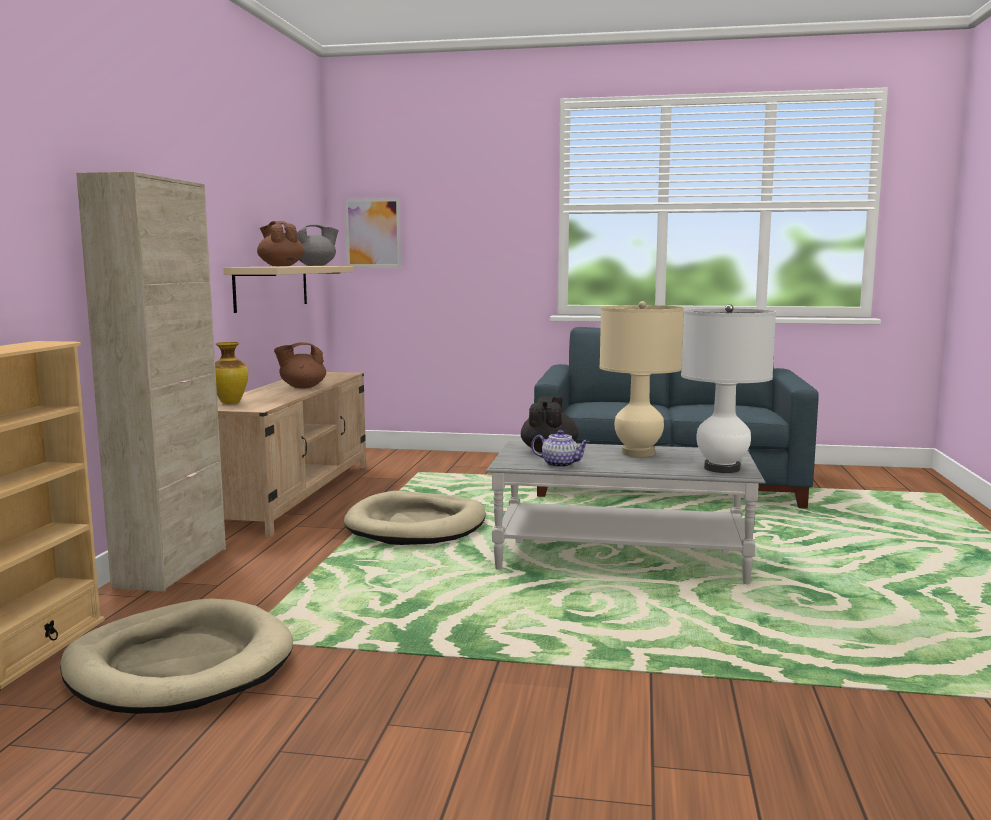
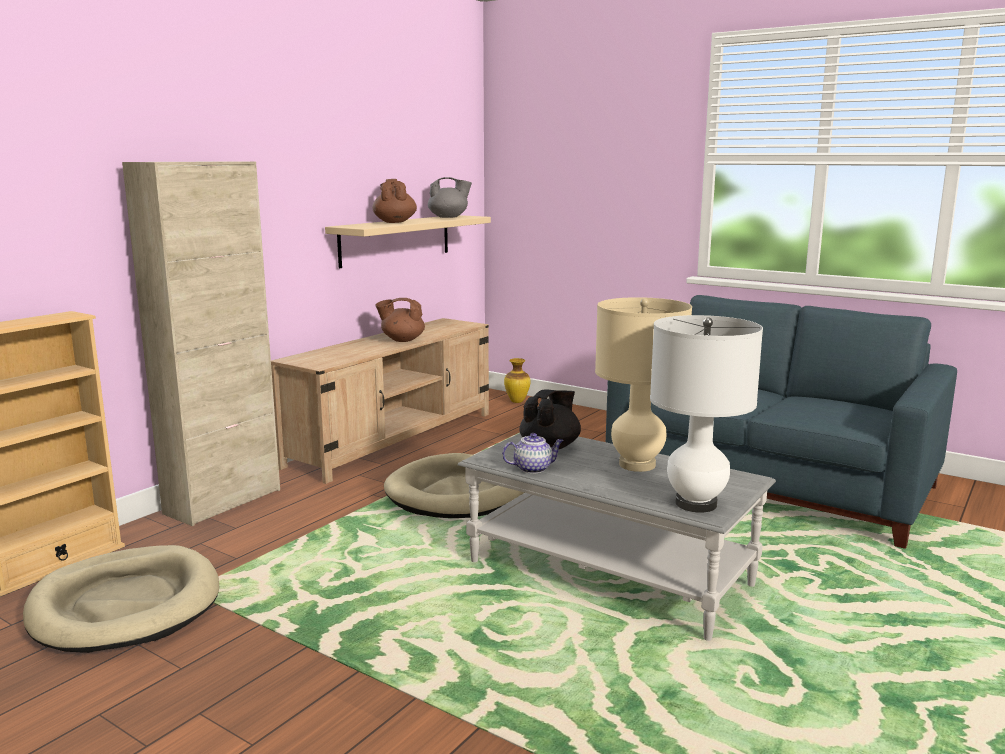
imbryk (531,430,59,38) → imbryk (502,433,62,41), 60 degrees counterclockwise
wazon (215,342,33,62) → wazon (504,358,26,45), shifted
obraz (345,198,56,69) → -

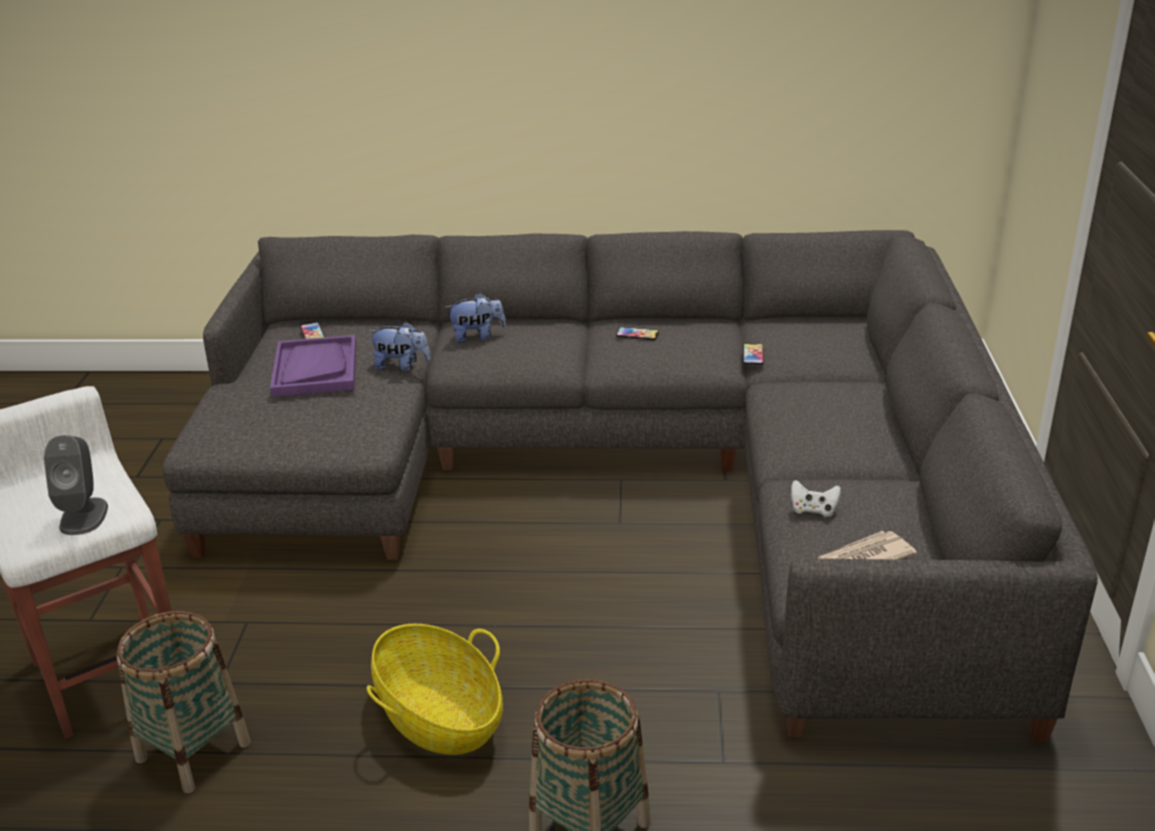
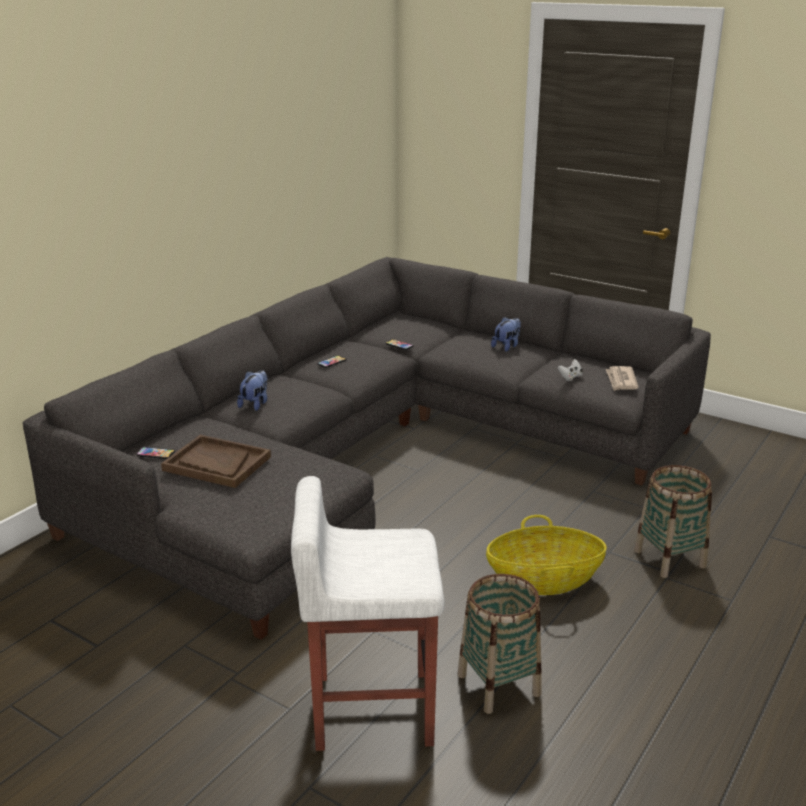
taca (fioletowy) (270,335,87,62) → taca (brązowy) (161,435,110,53)
pluszak (368,321,63,50) → pluszak (491,317,30,35), shifted
głośnik (szary) (44,435,64,100) → -

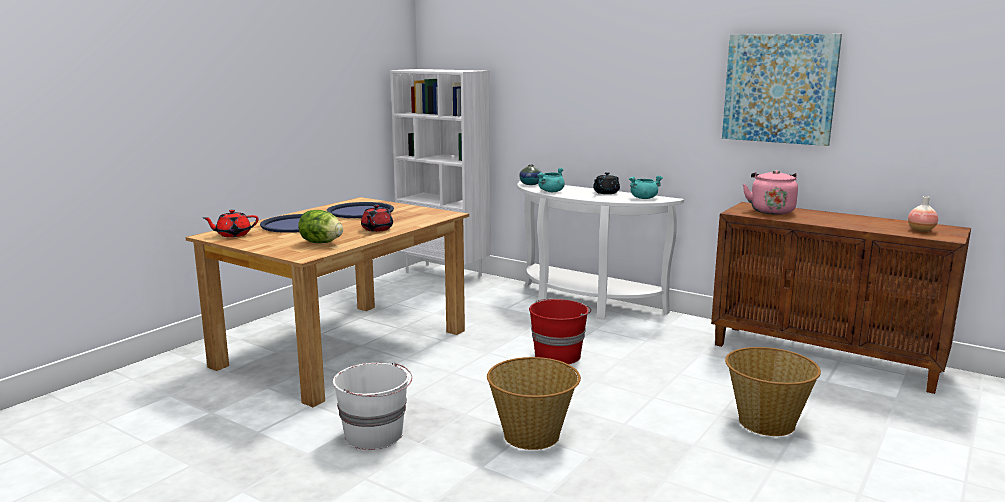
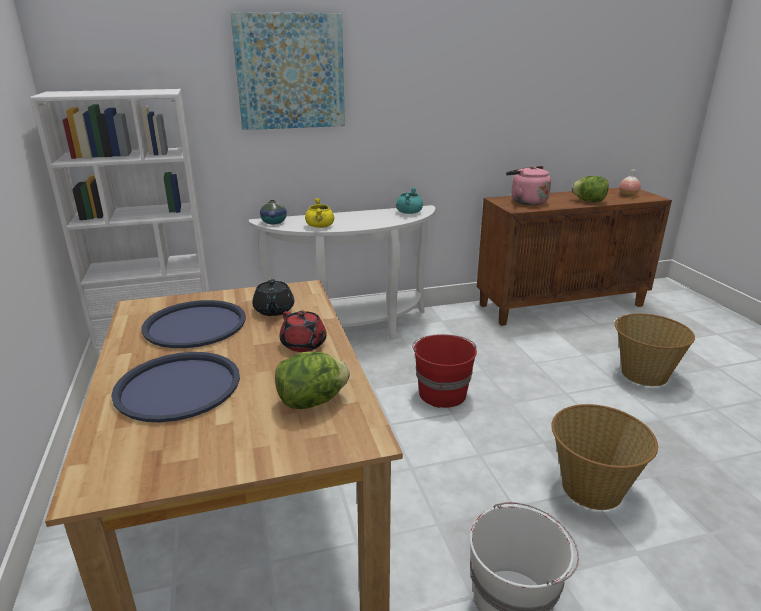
obraz (722,34,120,112) → obraz (230,12,115,118), shifted
imbryk (czarny) (593,172,27,22) → imbryk (czarny) (252,279,42,37), shifted
garnek (turkusowy) (537,168,28,24) → garnek (żółty) (305,198,29,30)
- → sałata (571,176,38,26)
imbryk (czerwony) (204,210,55,27) → -

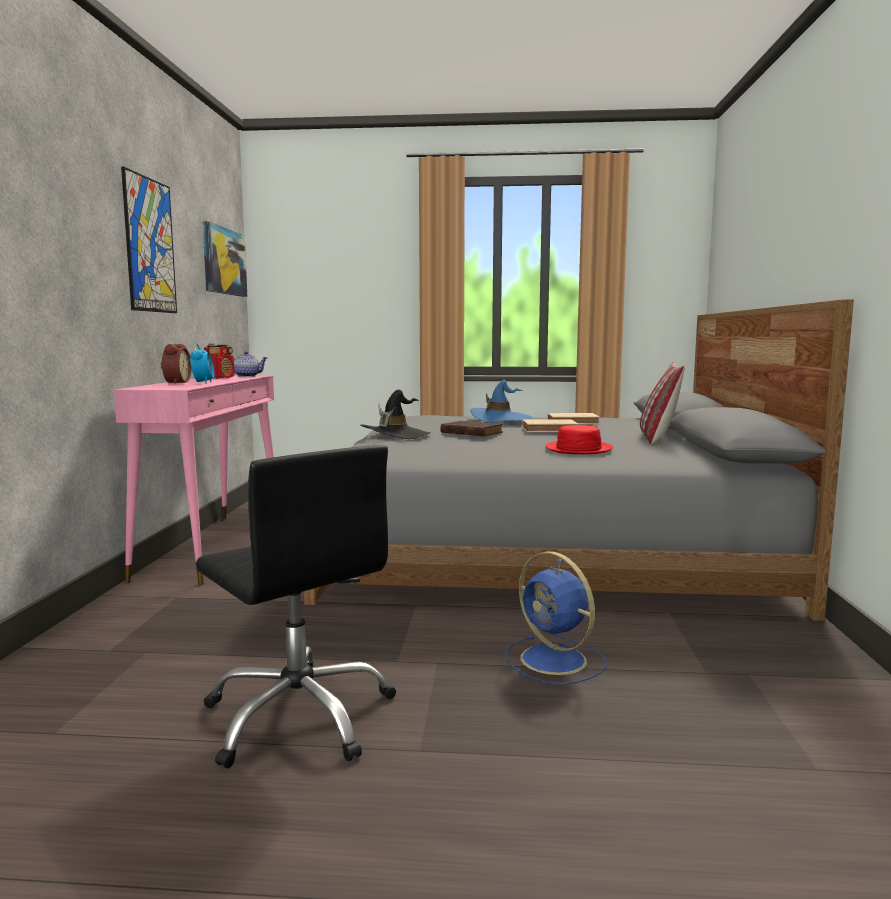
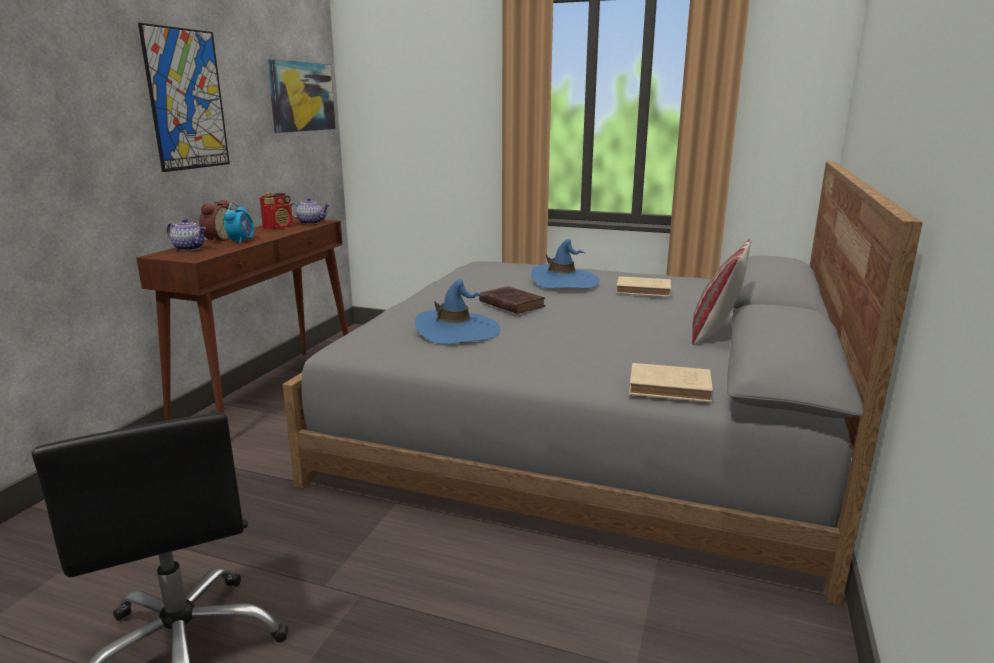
stolik konsolowy (różowy) (114,375,160,210) → stolik konsolowy (brązowy) (136,217,212,204)
- → imbryk (167,218,39,33)
- → kapelusz (niebieski) (415,279,85,65)
książka (beżowy) (522,419,56,13) → książka (beżowy) (629,363,84,39), shifted
kapelusz (czarny) (360,390,71,49) → -
wentylator (niebieski) (506,551,101,133) → -
kapelusz (czerwony) (545,425,68,29) → -

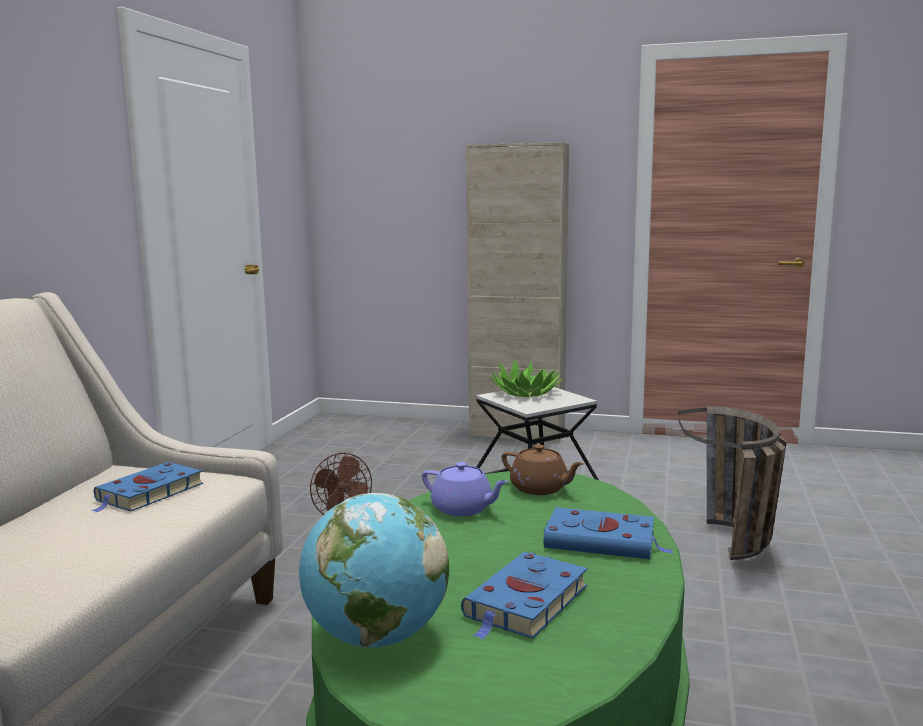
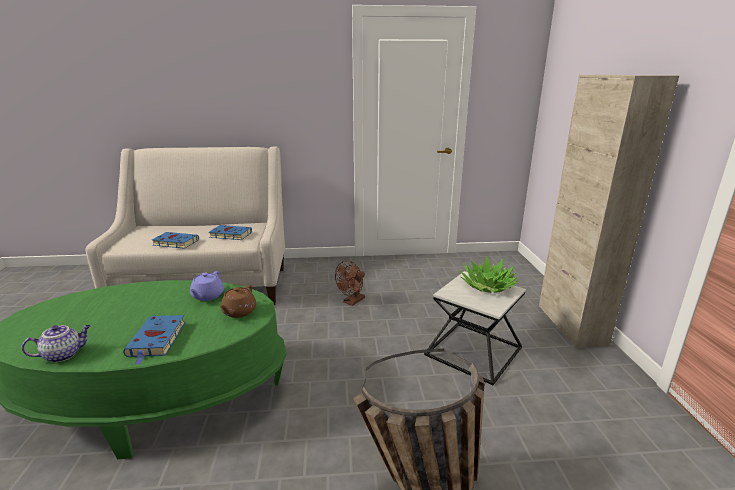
- → imbryk (21,325,70,37)
książka (niebieski) (461,552,127,88) → książka (niebieski) (152,232,47,17), shifted
globus (299,493,150,154) → -

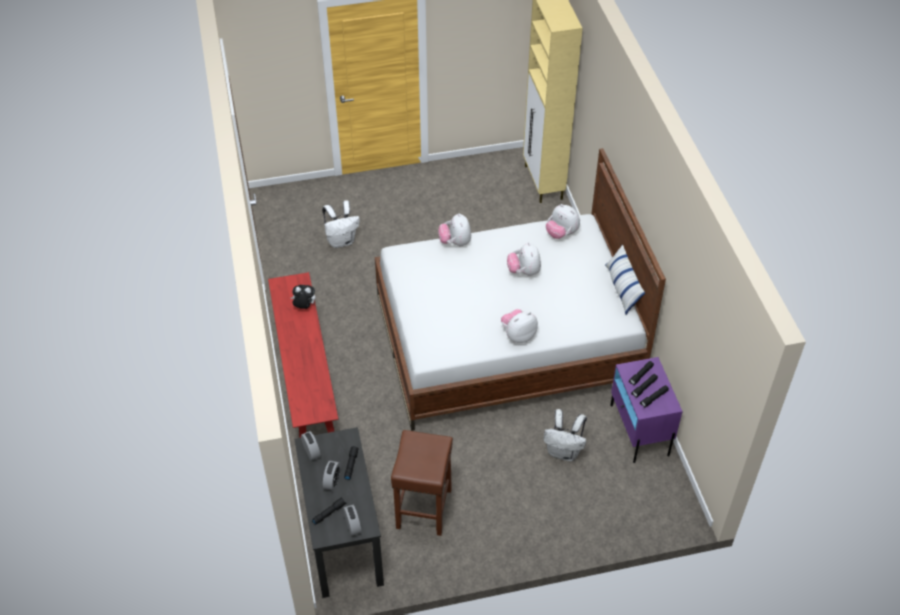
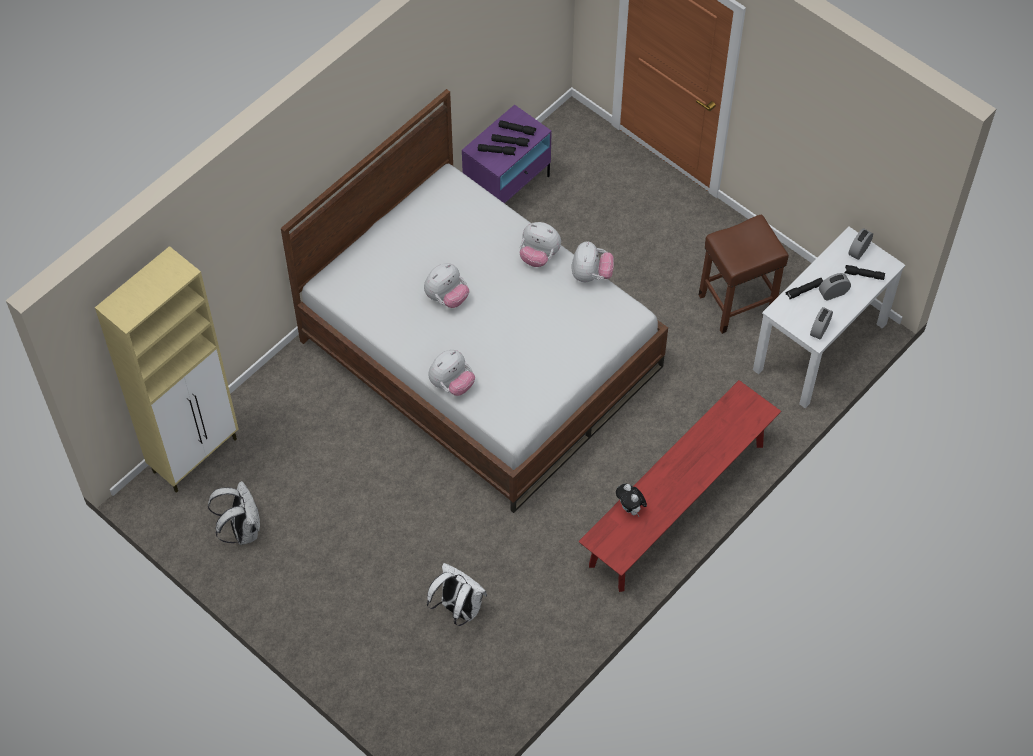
plecak (biały) (543,409,44,52) → plecak (biały) (208,481,52,64), shifted
pluszak (546,204,34,35) → pluszak (571,241,43,41), shifted
biurko (czarny) (295,427,89,171) → biurko (biały) (753,227,152,181)
poduszka (605,245,40,70) → -

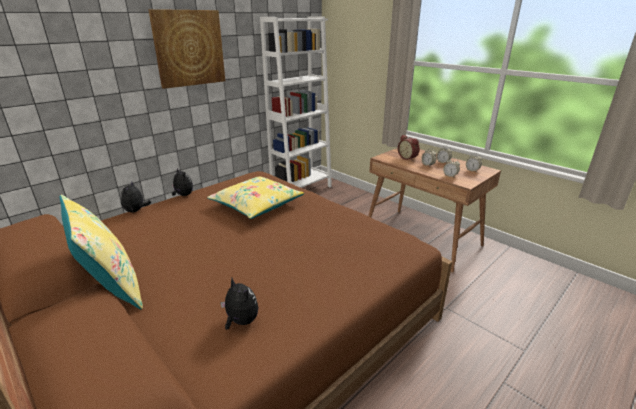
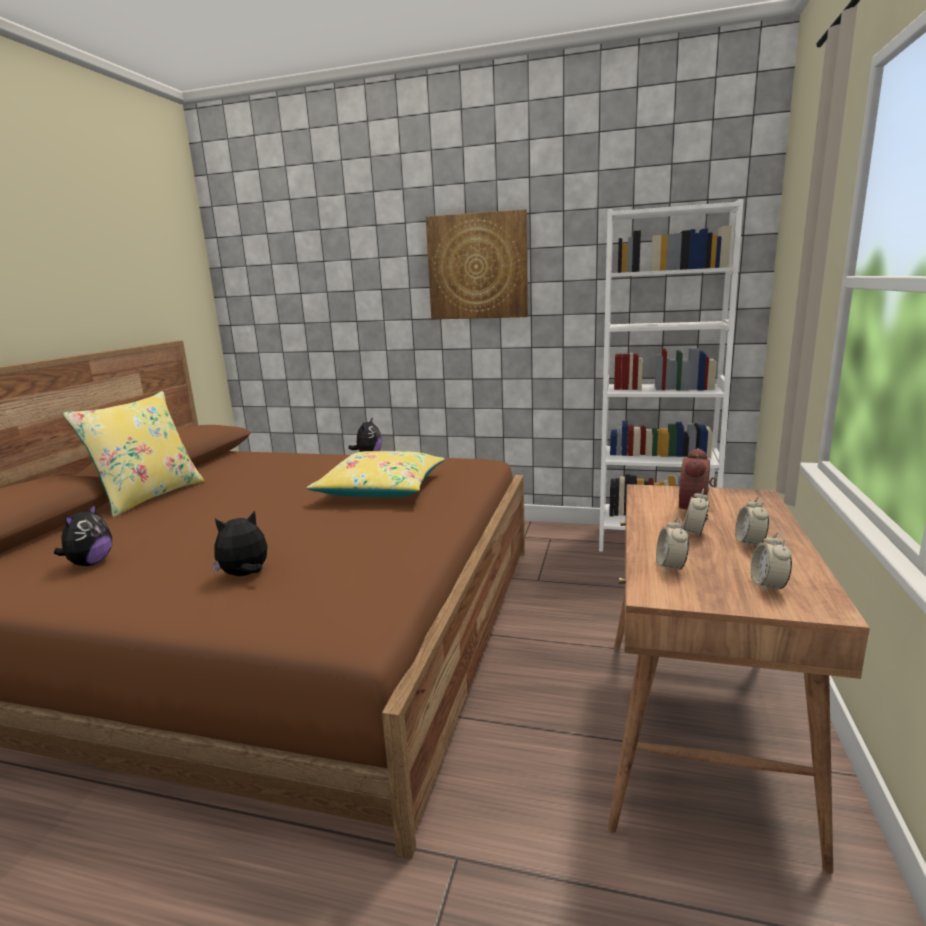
pluszak (120,182,31,31) → pluszak (212,511,55,65), shifted

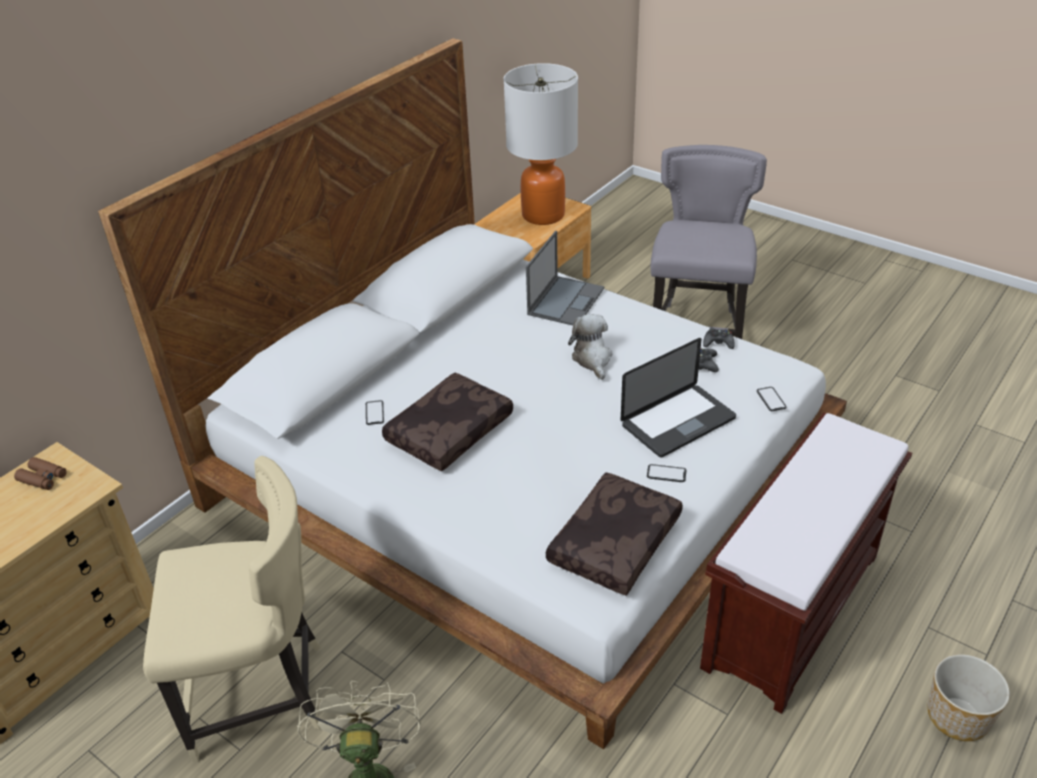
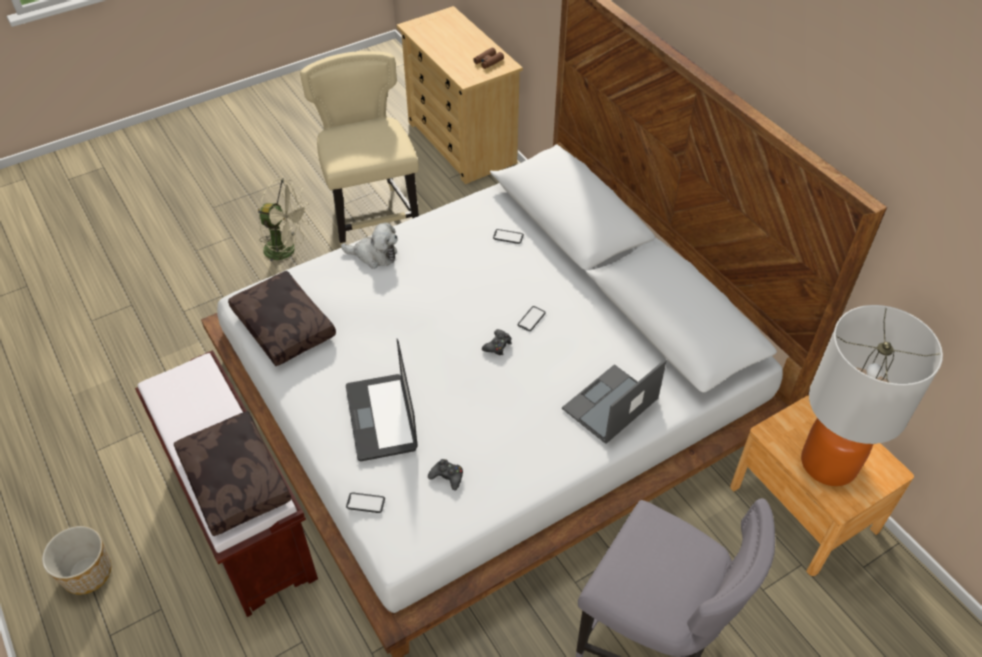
poduszka (brązowy) (382,373,131,98) → poduszka (brązowy) (174,411,117,125), shifted
krzesło (beżowy) (143,456,177,306) → krzesło (beżowy) (300,51,119,197), 150 degrees clockwise
pluszak (568,314,44,66) → pluszak (341,222,57,47), shifted
pad do gier (czarny) (703,327,32,22) → pad do gier (czarny) (482,329,30,26), shifted
telefon (647,464,39,18) → telefon (518,306,28,25), shifted
laptop (526,231,78,94) → laptop (562,359,105,85), 90 degrees clockwise

